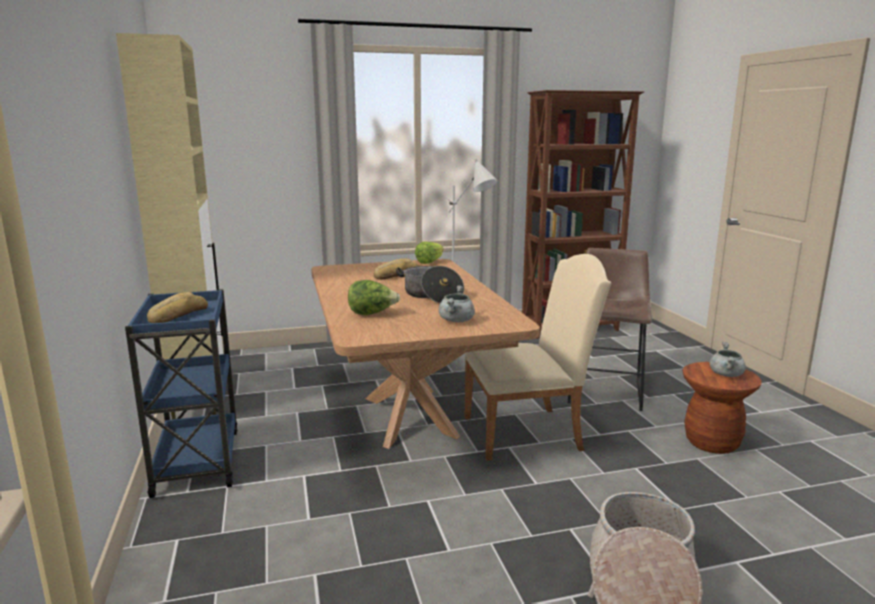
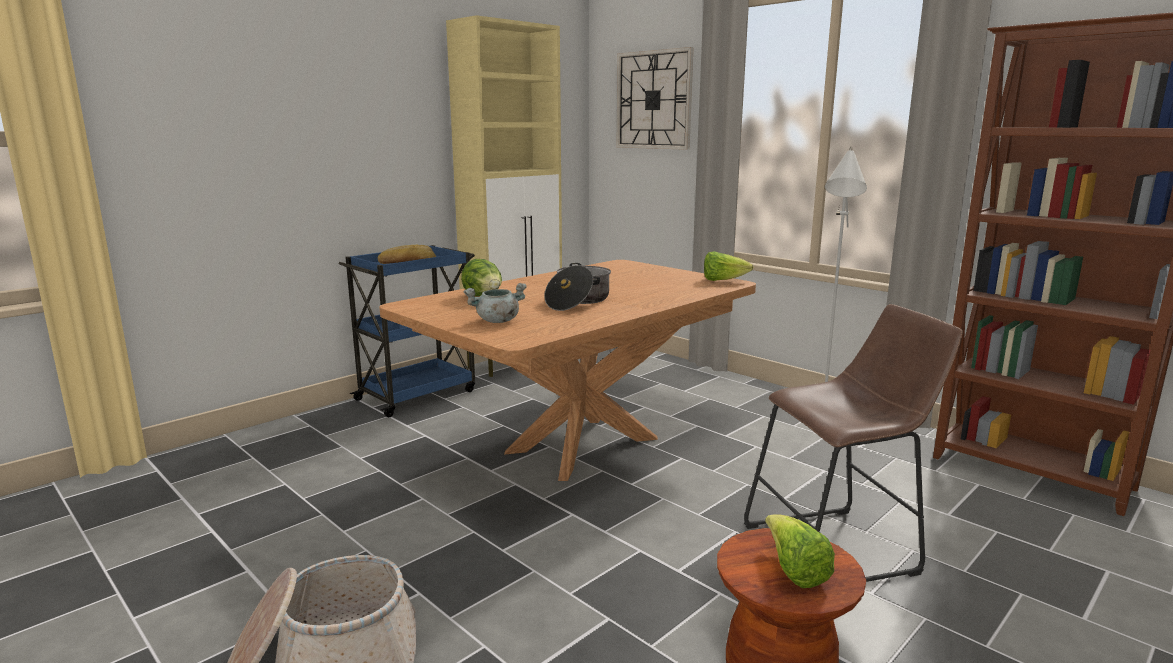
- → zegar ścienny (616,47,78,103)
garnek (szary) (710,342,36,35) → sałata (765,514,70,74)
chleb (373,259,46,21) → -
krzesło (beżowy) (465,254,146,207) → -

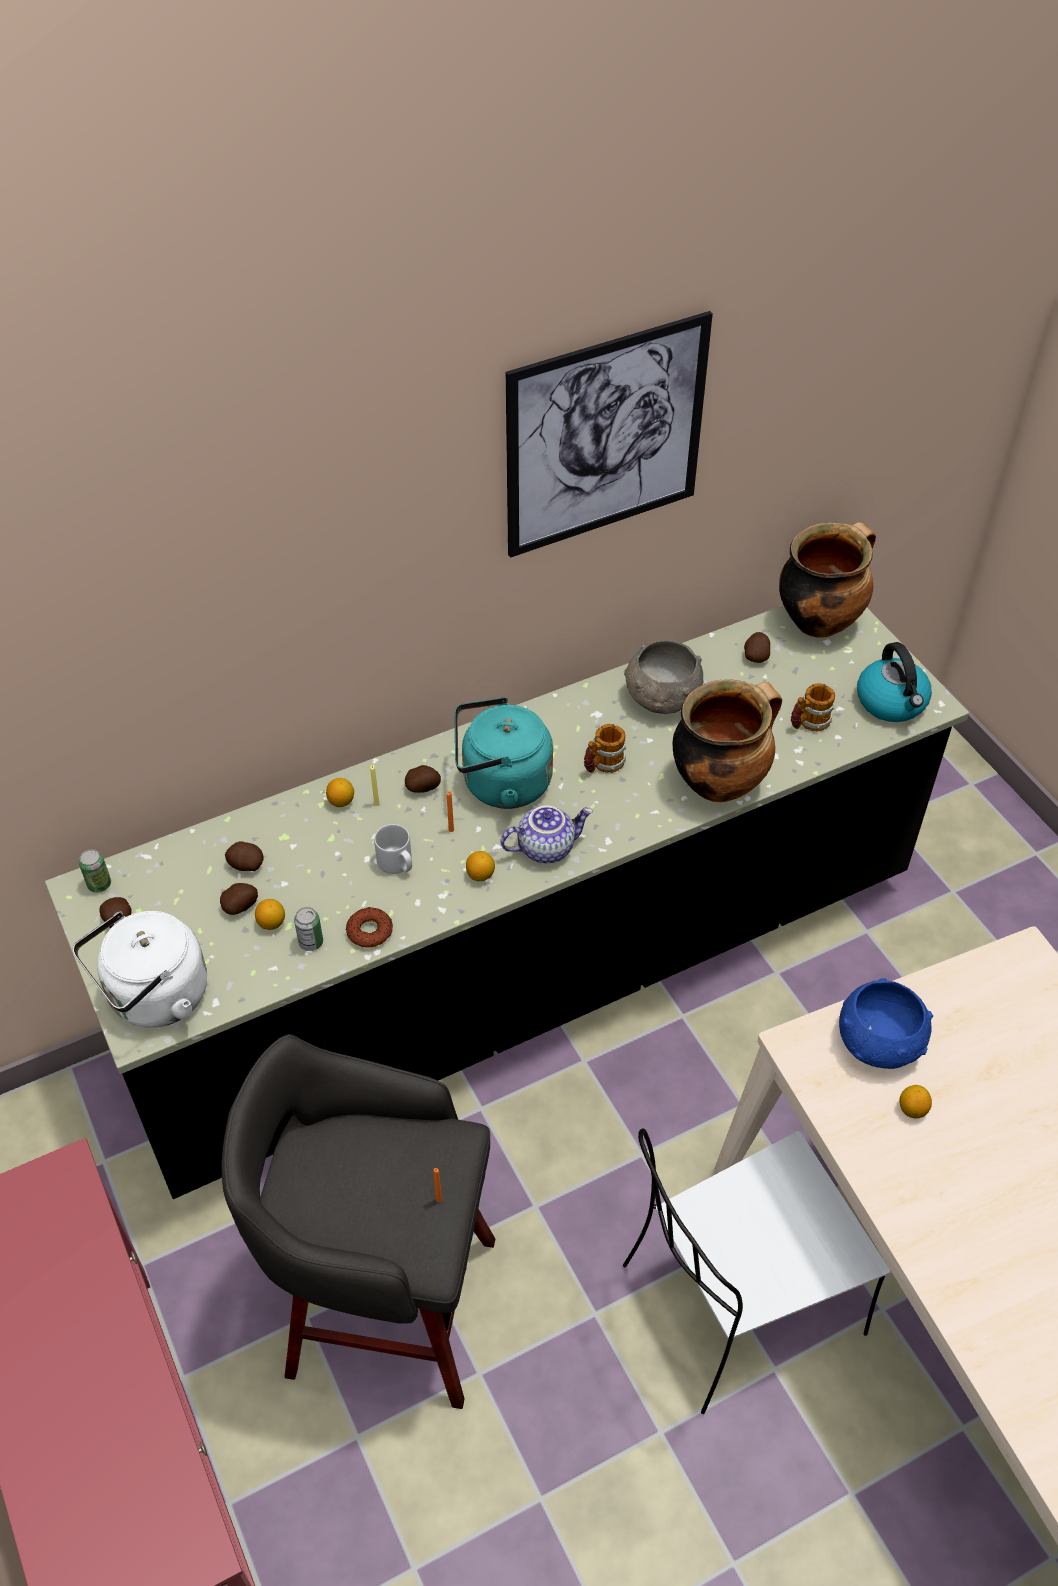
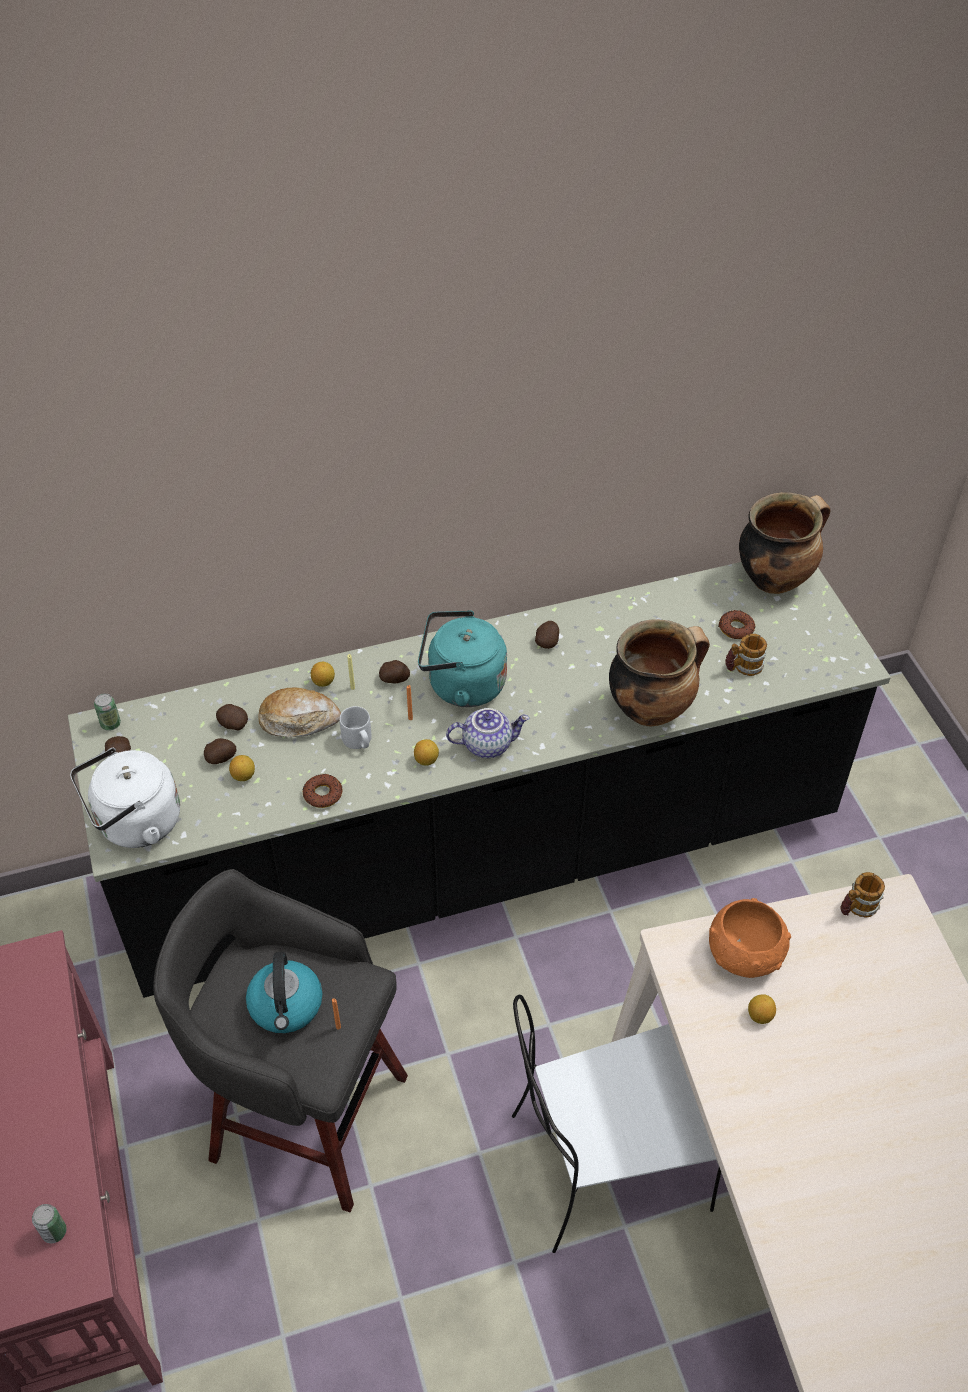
puszka (294,907,29,44) → puszka (32,1204,35,40), shifted
czajnik (857,642,75,80) → czajnik (246,952,76,81), shifted
- → chleb (258,687,83,50)
ziemniak (744,632,26,31) → ziemniak (535,621,24,28), shifted
miska (niebieski) (839,978,94,91) → miska (pomarańczowy) (709,898,82,80)
- → donut (718,610,37,29)
kubek (584,724,42,49) → kubek (840,872,45,46), shifted
obraz (506,311,207,247) → -
miska (szary) (624,640,79,74) → -

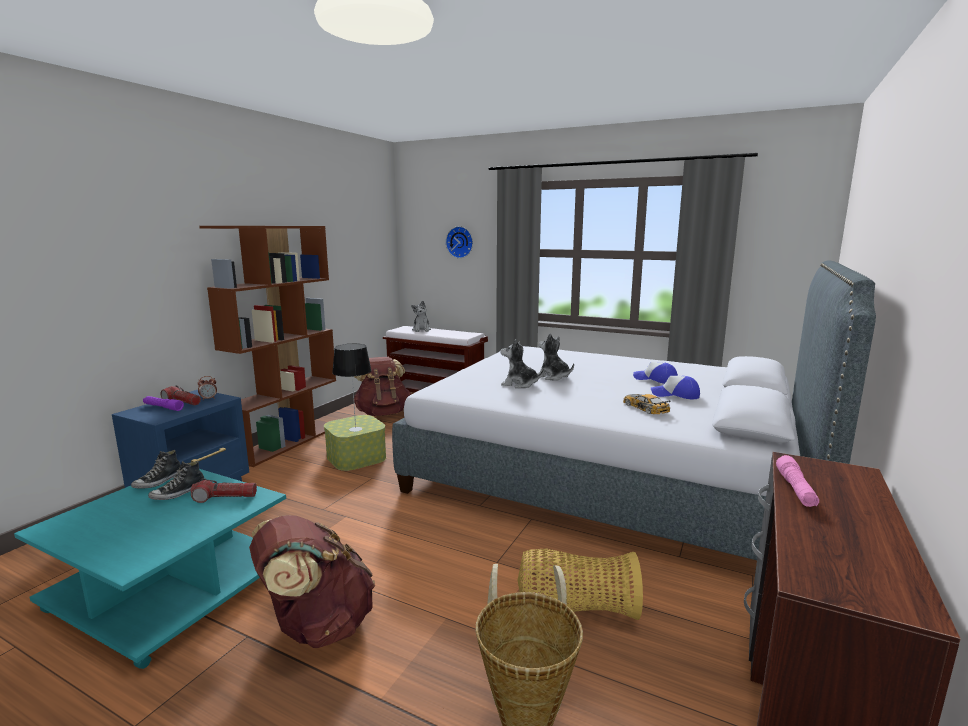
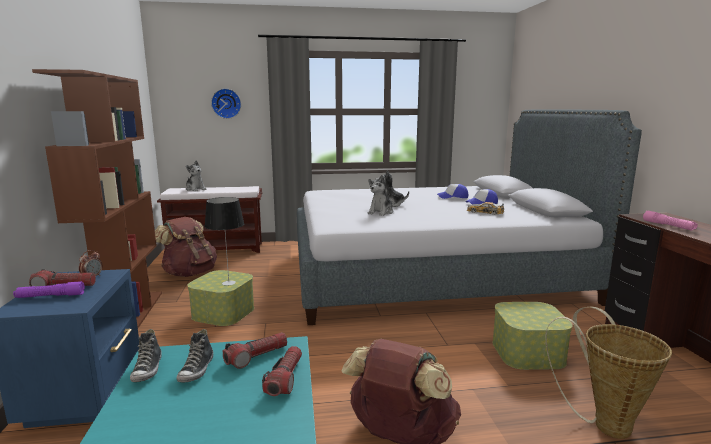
- → latarka (262,346,40,50)
pluszak (501,339,43,49) → pluszak (368,175,25,41), 45 degrees counterclockwise
koszyk (518,549,125,71) → pojemnik do przechowywania (492,302,80,68)

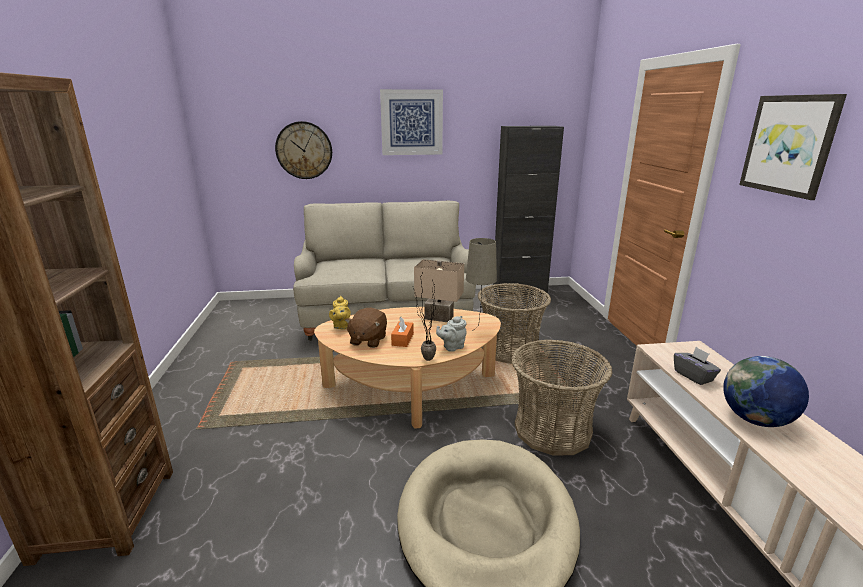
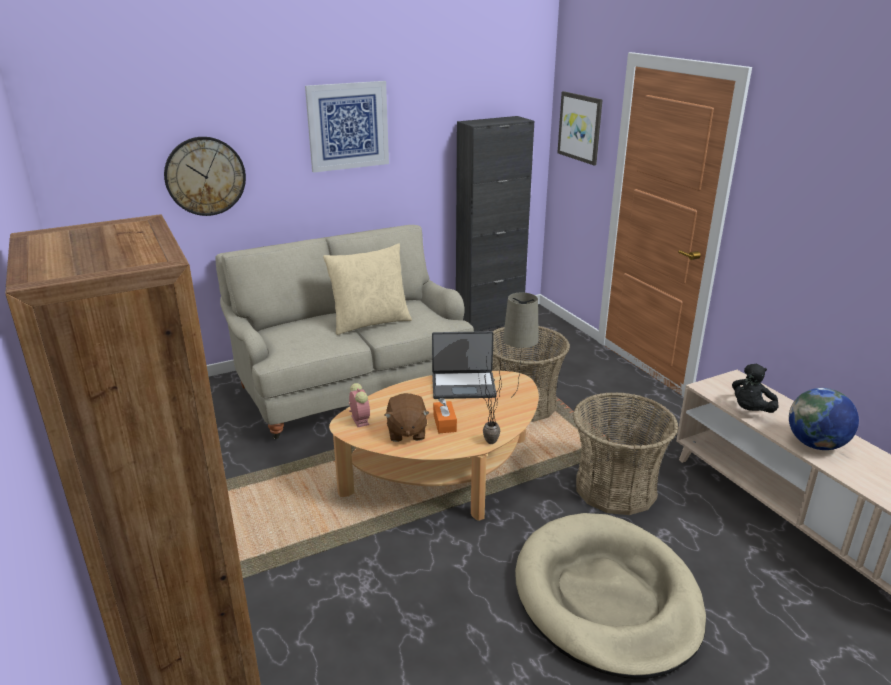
- → poduszka (beżowy) (323,244,89,91)
imbryk (żółty) (329,296,22,34) → budzik (349,383,21,44)
lampa stołowa (beżowy) (414,259,50,63) → laptop (432,331,65,68)
obraz (739,94,108,106) → obraz (557,91,45,75), shifted
pudełko chusteczek (szary) (674,347,47,38) → pluszak (czarny) (732,364,47,49)
imbryk (szary) (436,316,30,36) → -

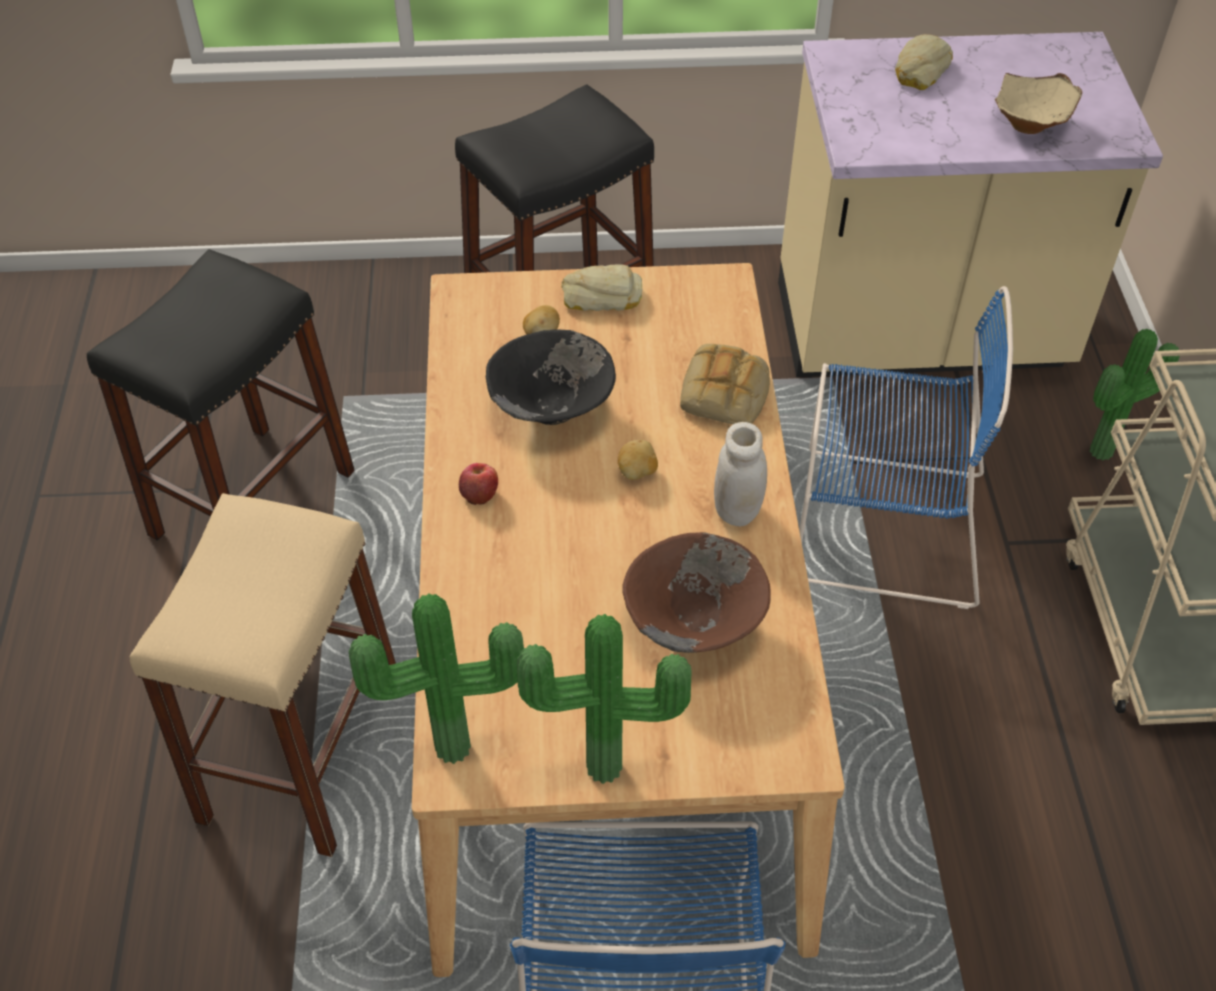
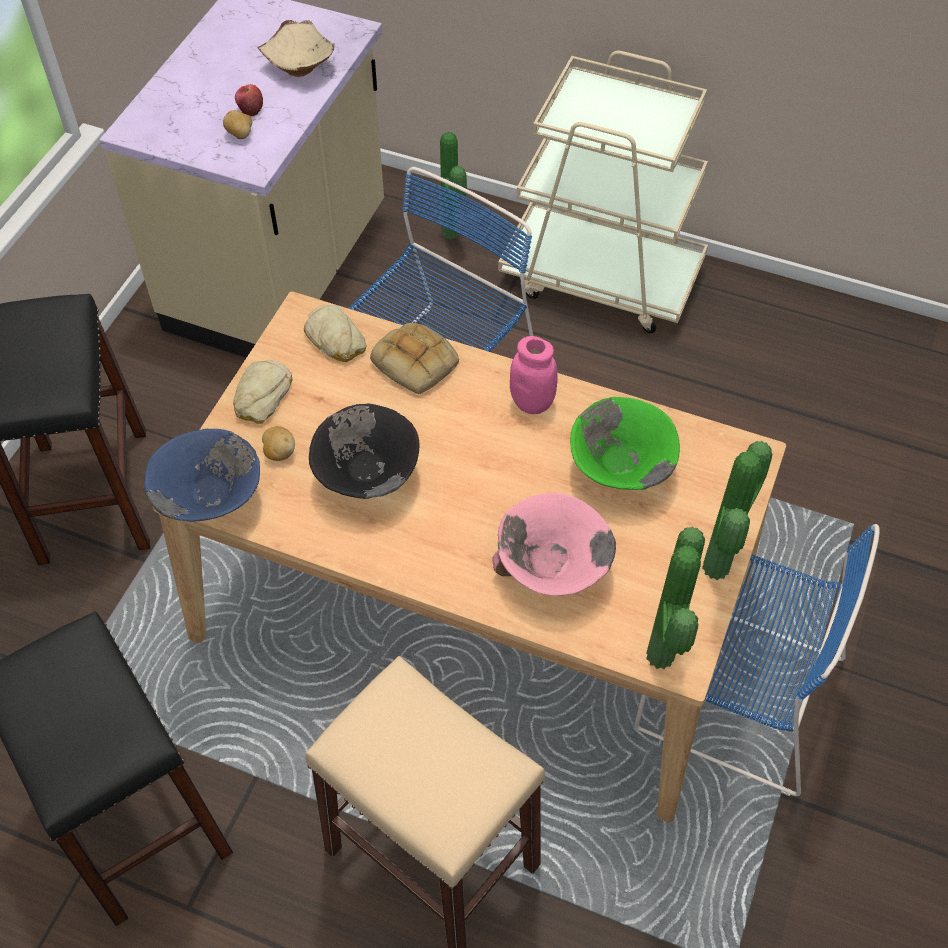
- → miska (niebieski) (144,429,116,92)
ziemniak (618,440,40,40) → ziemniak (223,110,29,29), shifted
jabłko (459,463,39,42) → jabłko (235,84,28,32), shifted
chleb (895,34,58,56) → chleb (304,305,63,57), shifted
- → miska (różowy) (493,493,123,103)
słoik (biały) (714,422,53,105) → słoik (różowy) (510,336,48,78)
miska (brązowy) (622,532,149,121) → miska (zielony) (570,397,110,93)

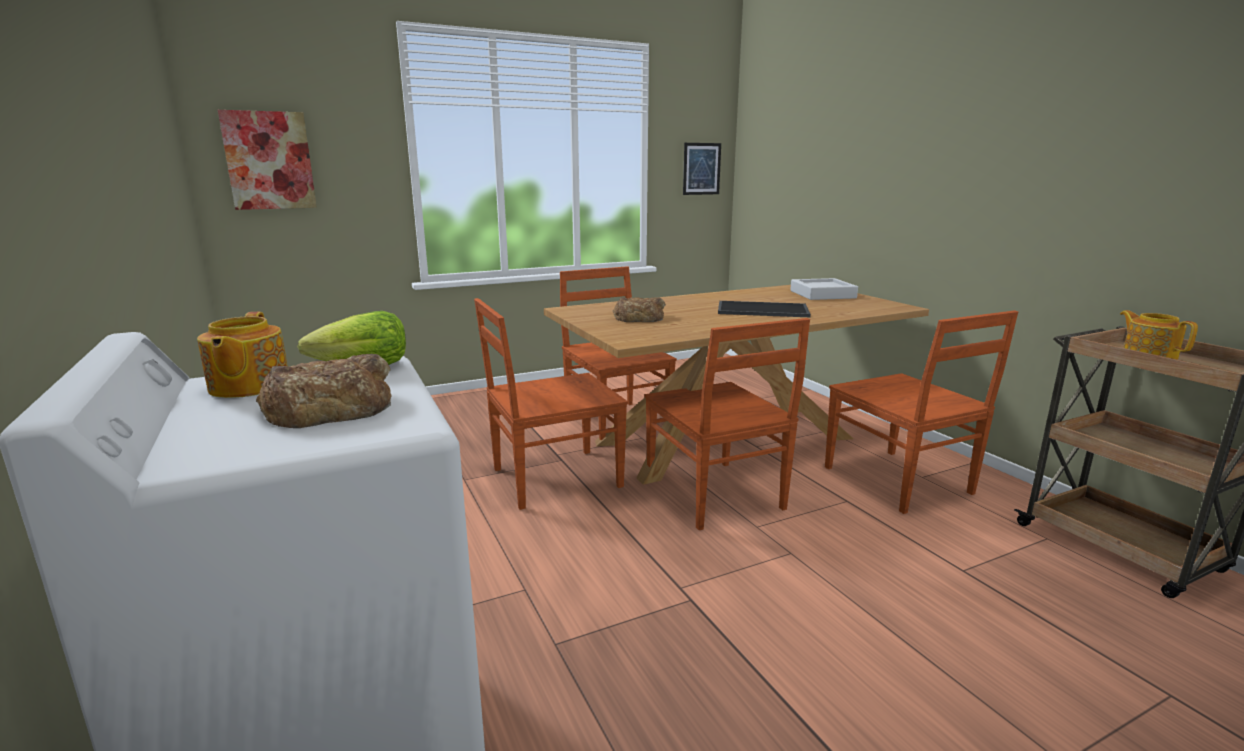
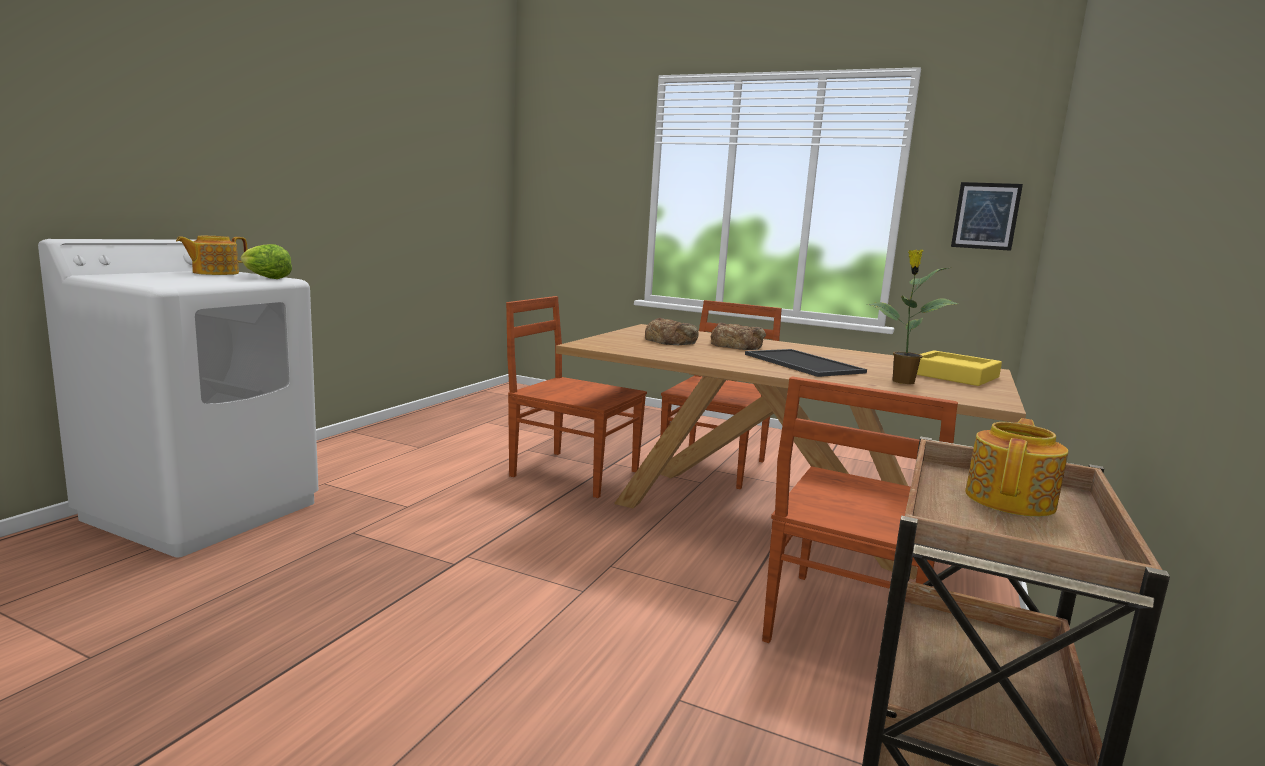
chleb (256,354,136,74) → chleb (711,323,55,27), shifted
- → roślina doniczkowa (867,250,91,134)
taca (szary) (790,278,68,22) → taca (żółty) (917,350,85,36)
obraz (218,110,99,100) → -
krzesło (brązowy) (644,318,166,212) → -

